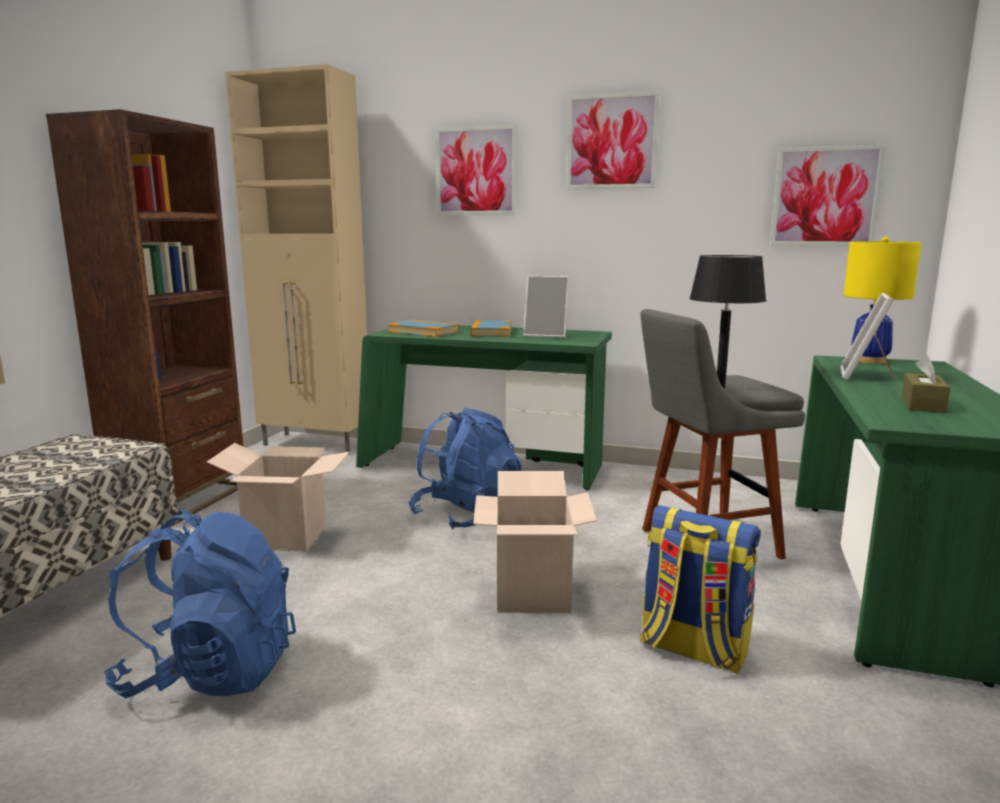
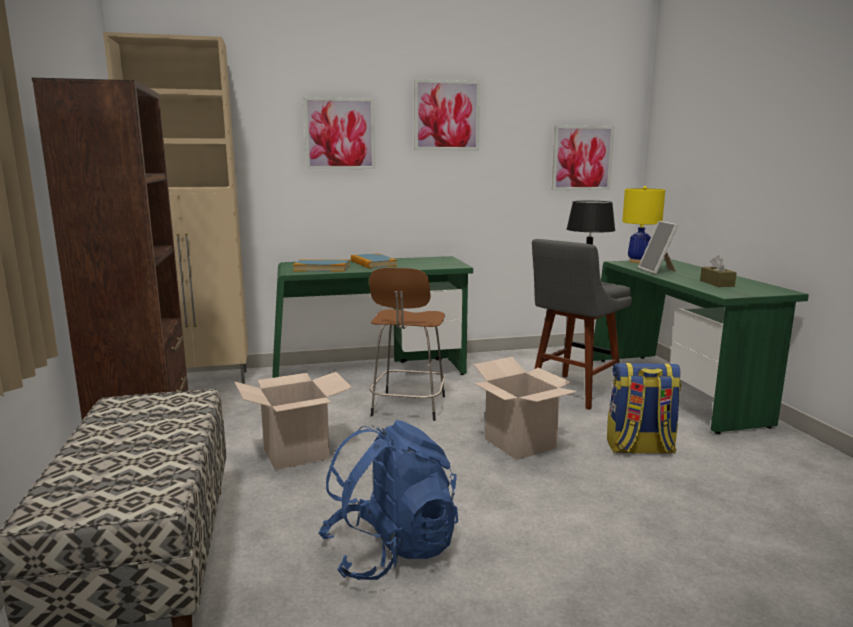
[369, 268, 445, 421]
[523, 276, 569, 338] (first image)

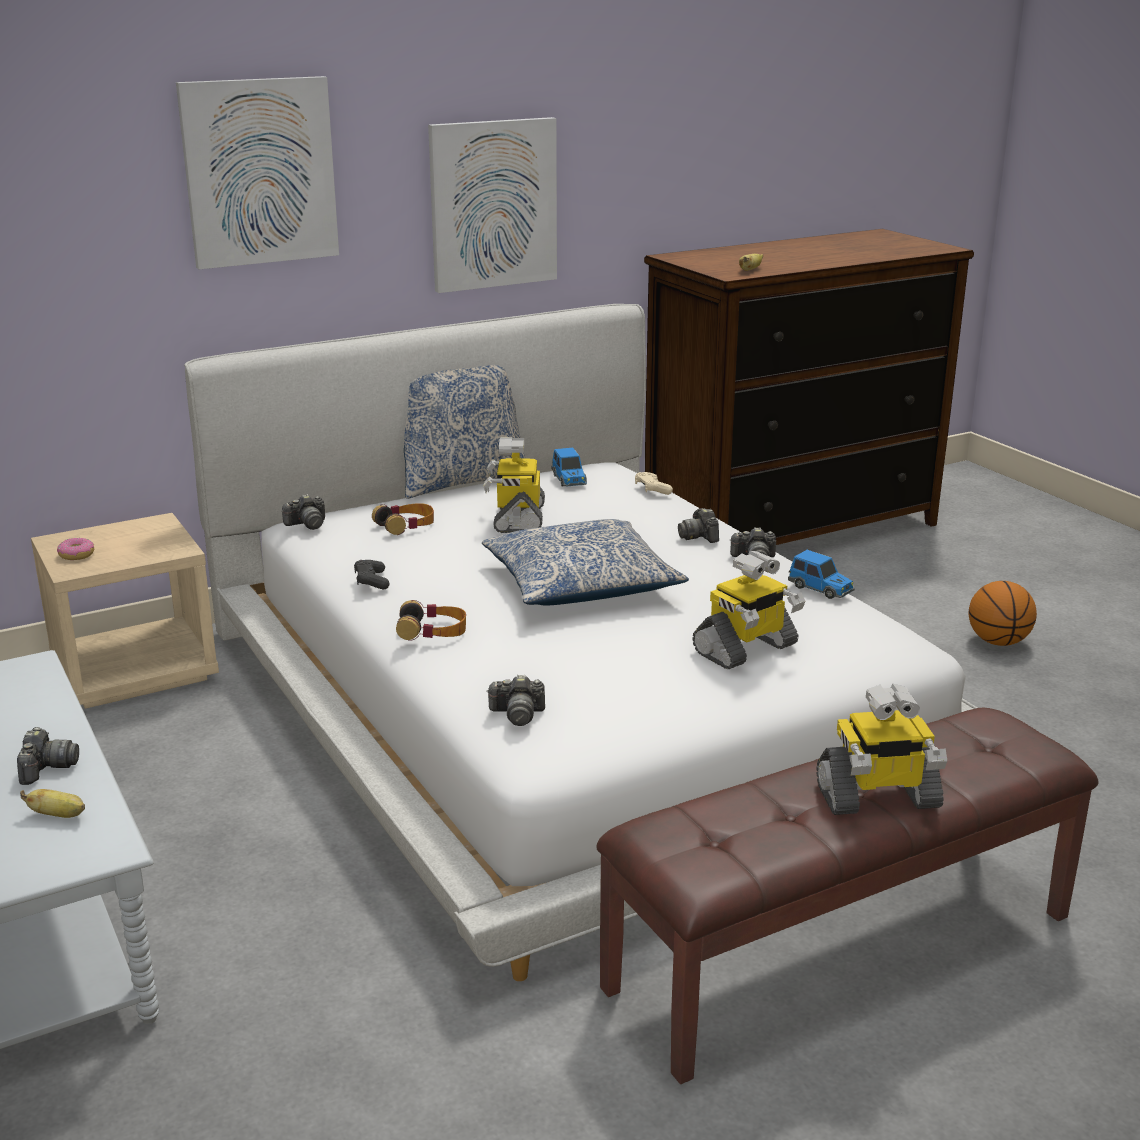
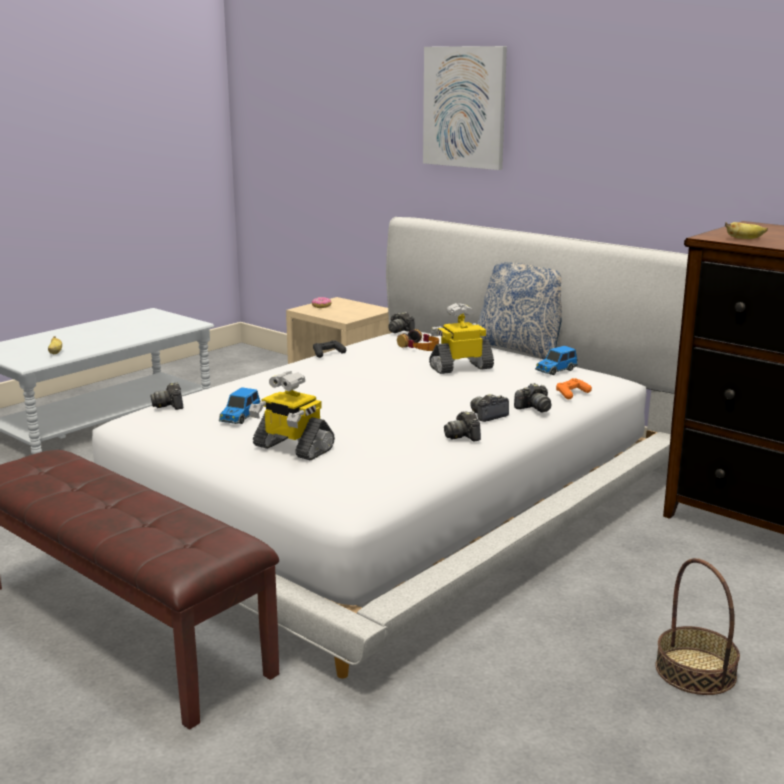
[514, 383, 551, 412]
[396, 600, 466, 641] (first image)
[428, 117, 557, 293] (first image)
[482, 519, 689, 605] (first image)
[556, 378, 592, 400]
[219, 387, 261, 424]
[816, 684, 947, 815] (first image)
[655, 558, 740, 695]

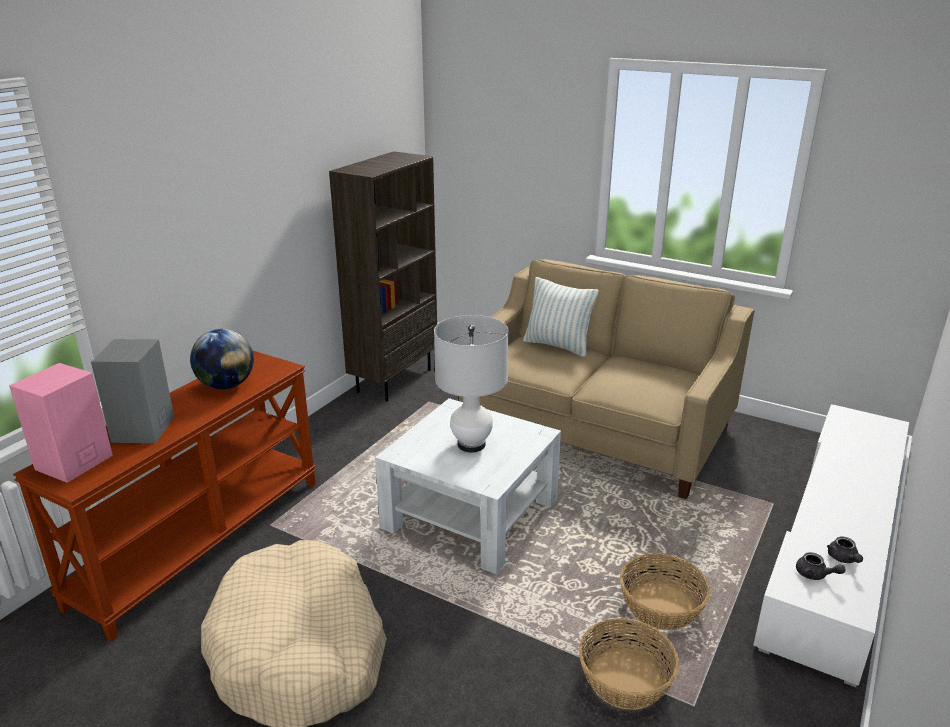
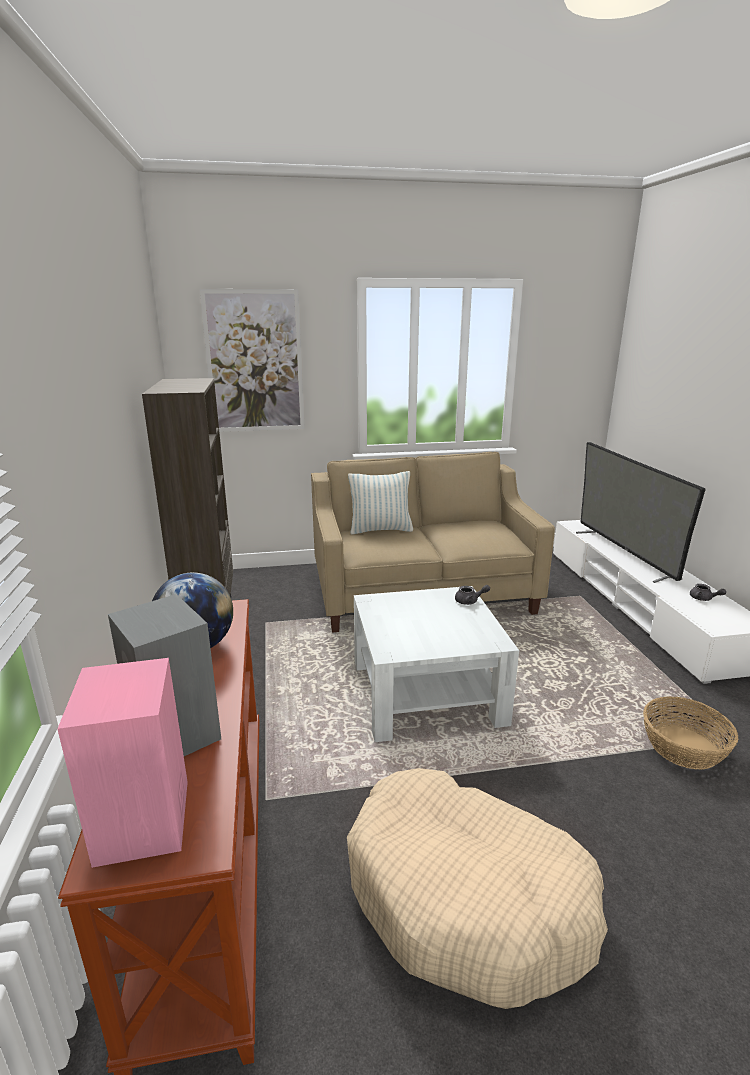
[434, 315, 509, 452] (first image)
[620, 553, 711, 630] (first image)
[455, 585, 490, 605]
[199, 289, 305, 432]
[576, 442, 706, 583]

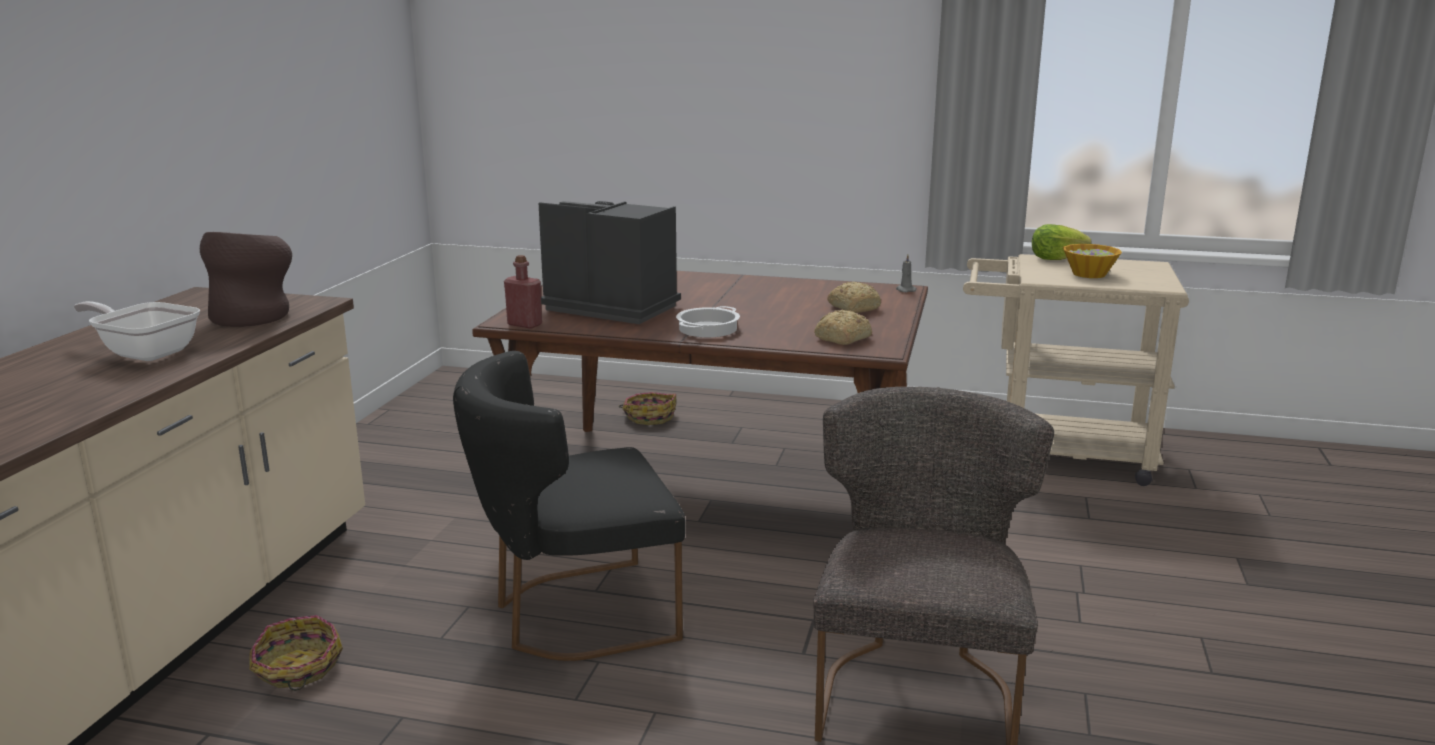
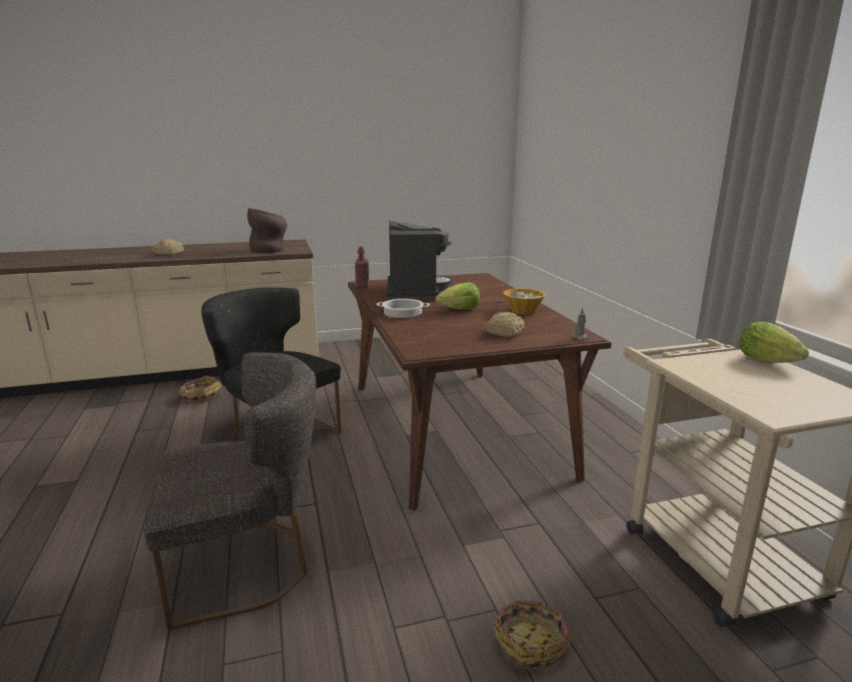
[73, 301, 200, 361] (first image)
[493, 600, 572, 670]
[152, 239, 184, 255]
[503, 288, 545, 315]
[436, 283, 480, 309]

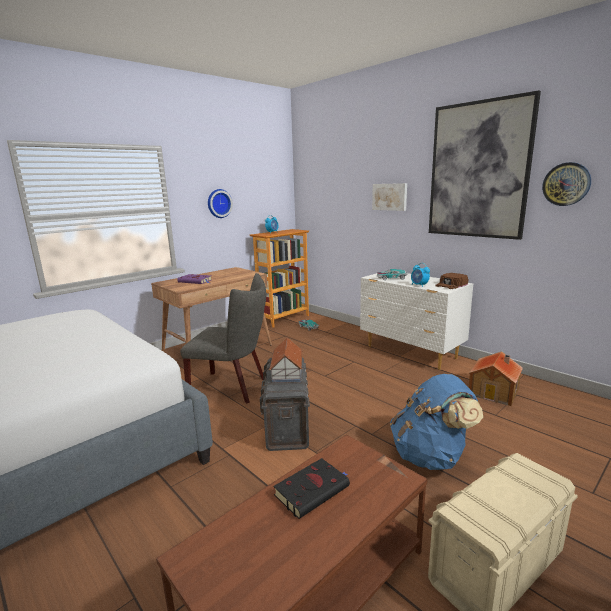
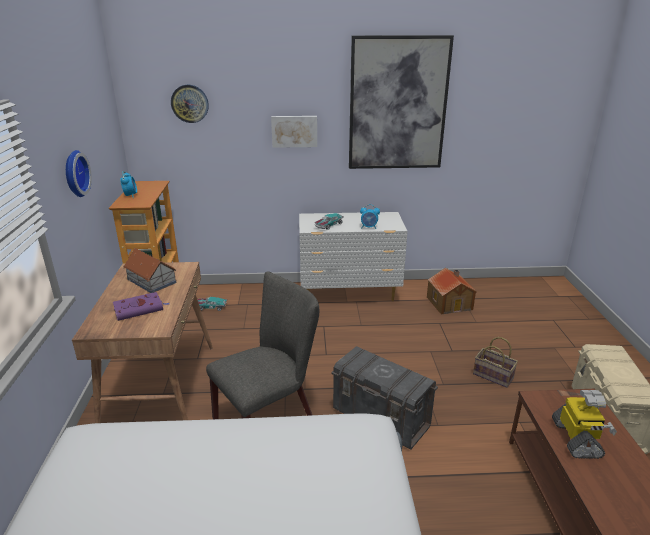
[123, 248, 177, 293]
[552, 390, 617, 459]
[473, 337, 518, 388]
[435, 273, 468, 289] (first image)
[171, 85, 209, 123]

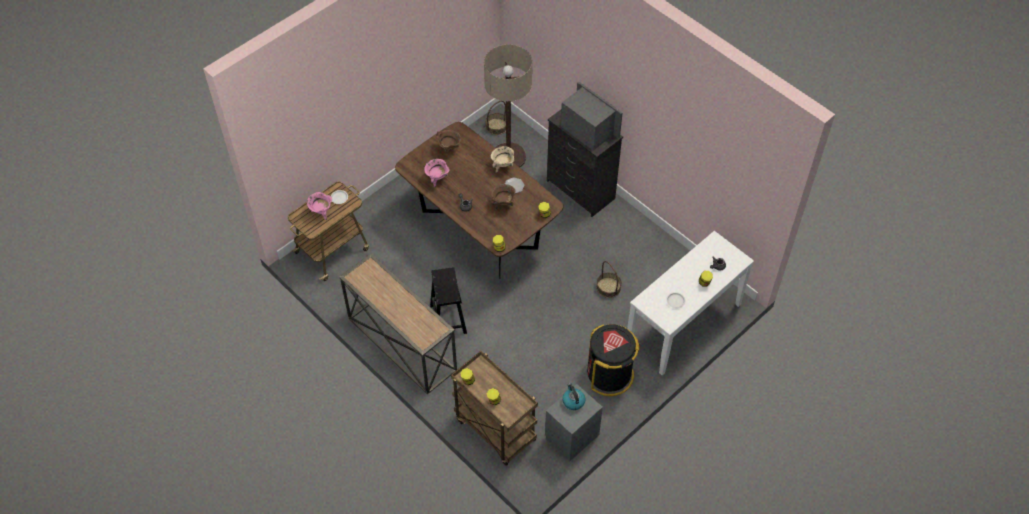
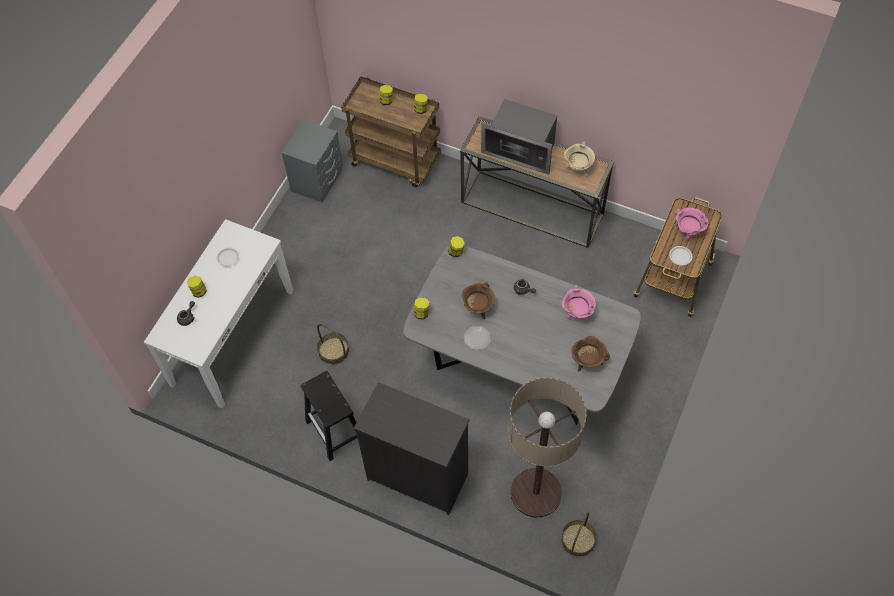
[403, 245, 641, 425]
[301, 371, 357, 461]
[564, 142, 595, 177]
[481, 99, 557, 175]
[562, 383, 585, 410] (first image)
[587, 324, 640, 396] (first image)

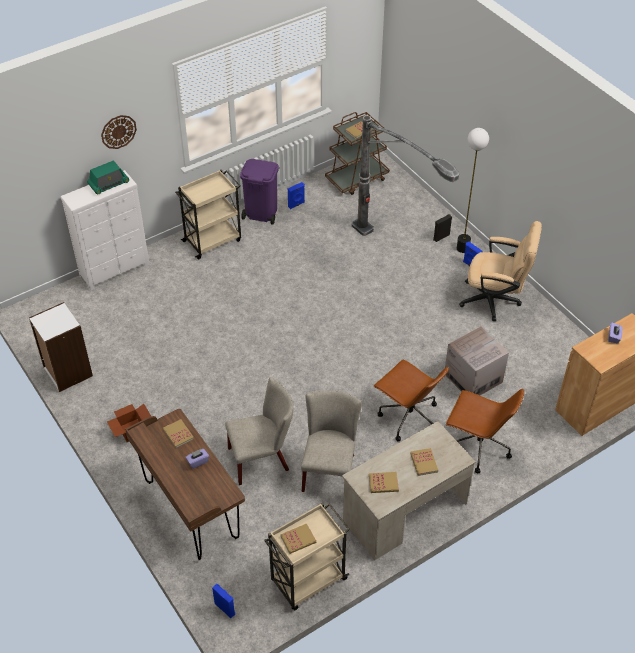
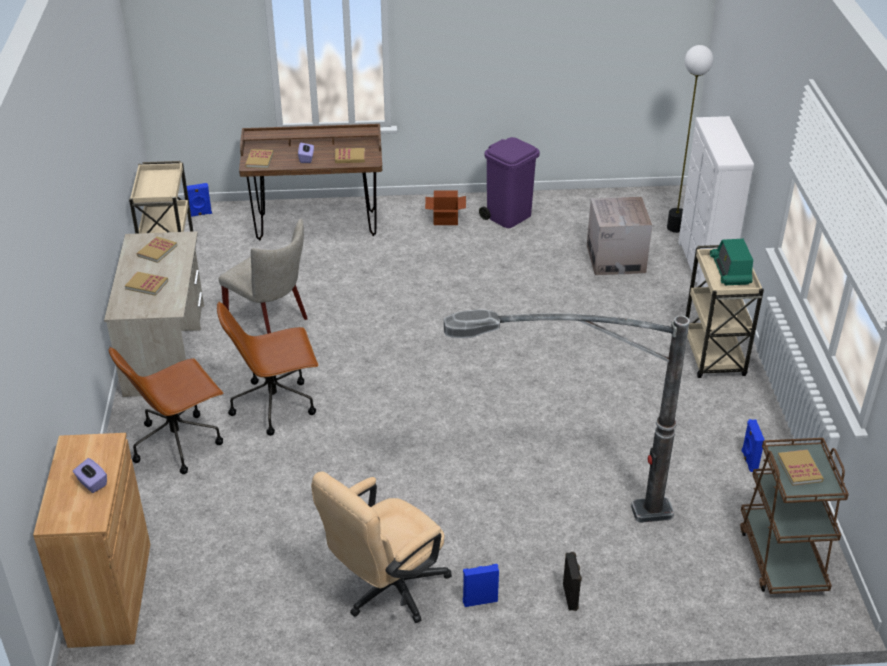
[29, 302, 93, 392] (first image)
[710, 239, 753, 285]
[101, 115, 137, 149] (first image)
[225, 377, 293, 485] (first image)
[479, 137, 540, 228]
[245, 149, 274, 168]
[587, 197, 652, 275]
[667, 45, 713, 233]

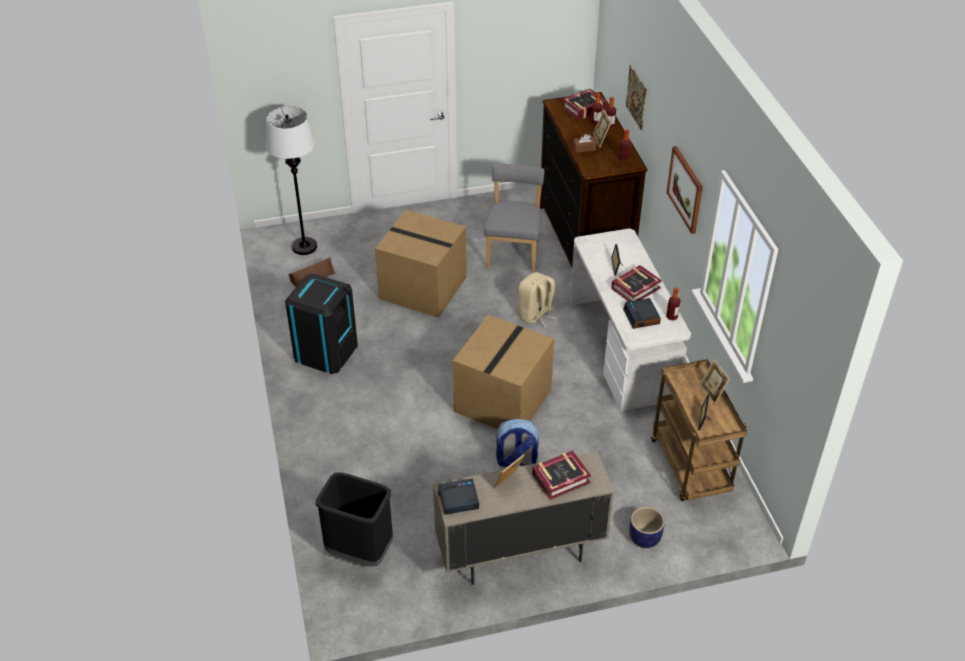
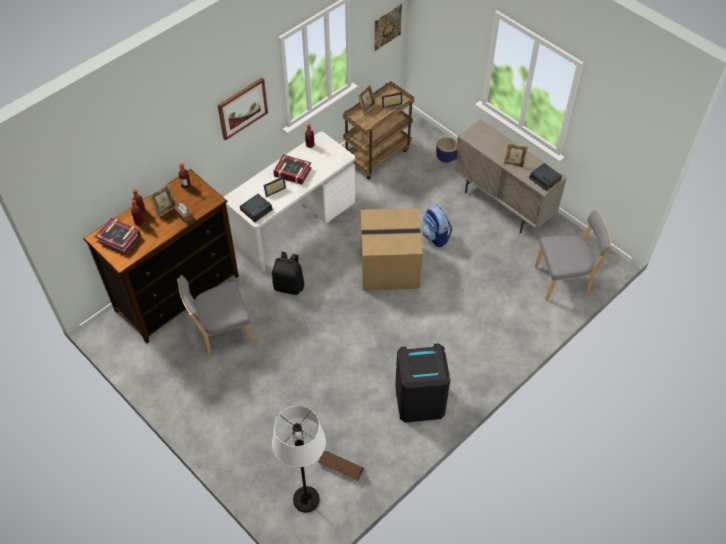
[534, 210, 612, 300]
[375, 210, 467, 318] (first image)
[272, 252, 304, 295]
[532, 451, 591, 500] (first image)
[240, 194, 273, 222]
[374, 4, 402, 51]

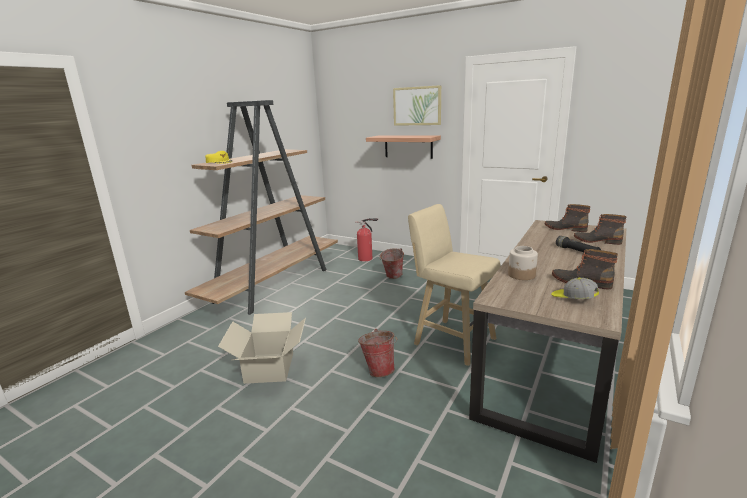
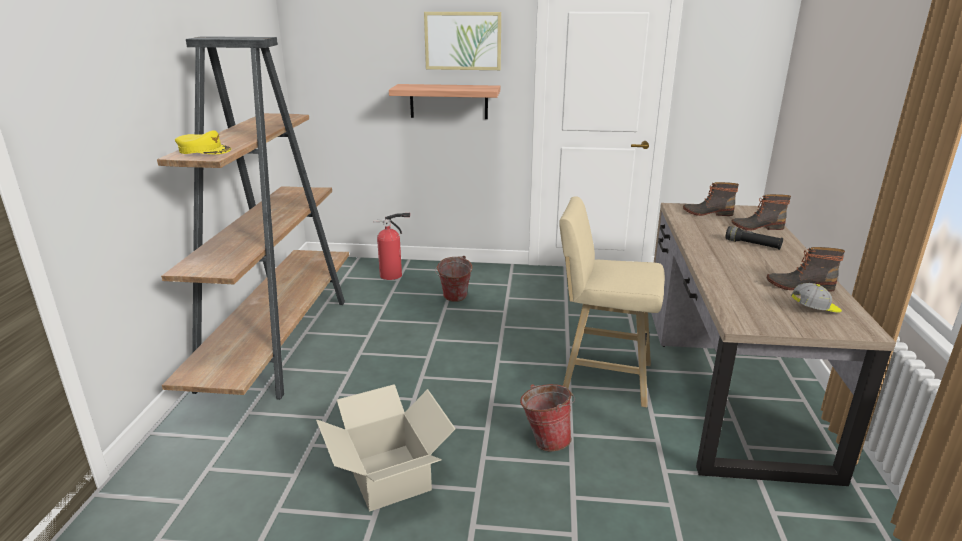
[508, 246, 538, 280] (first image)
[791, 283, 842, 313]

